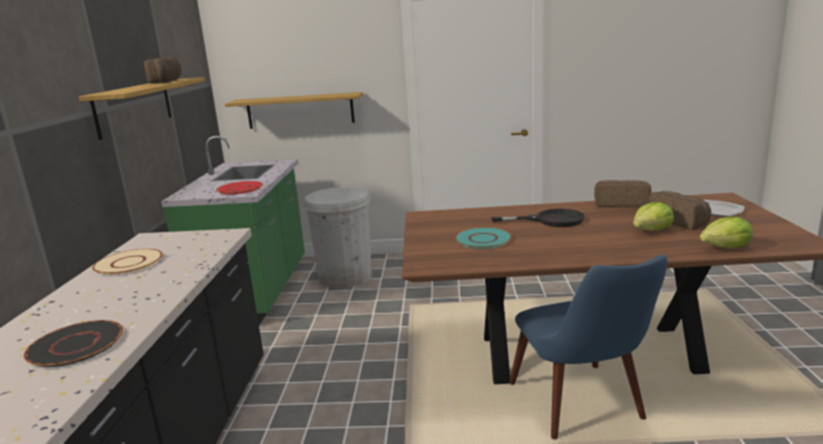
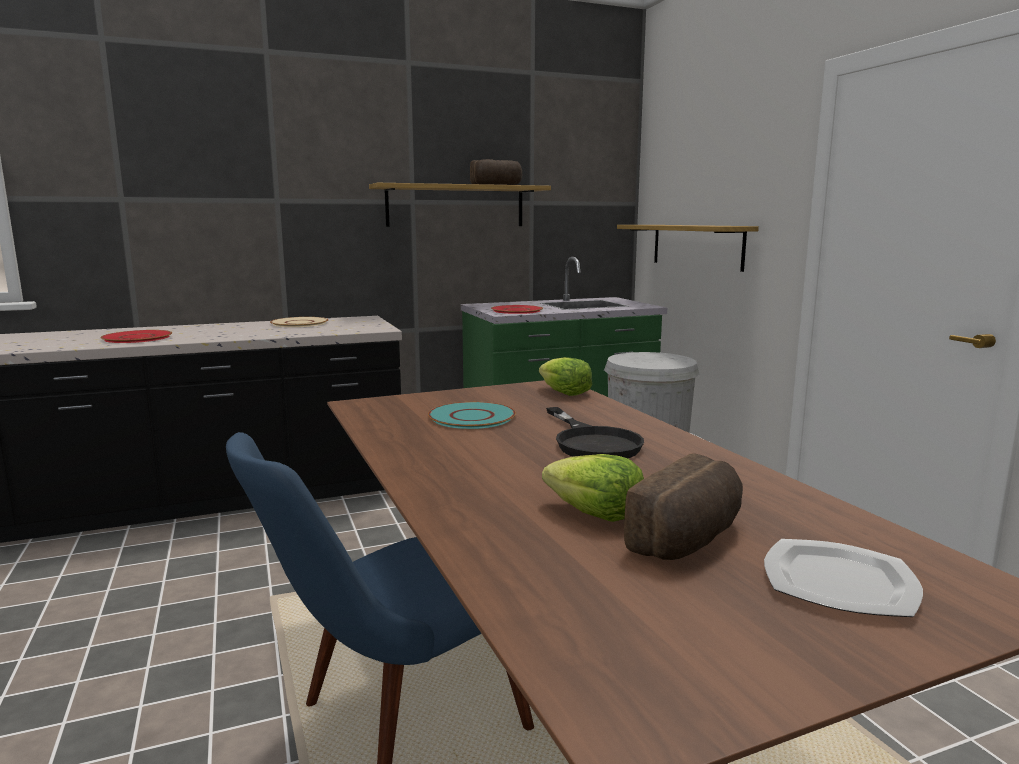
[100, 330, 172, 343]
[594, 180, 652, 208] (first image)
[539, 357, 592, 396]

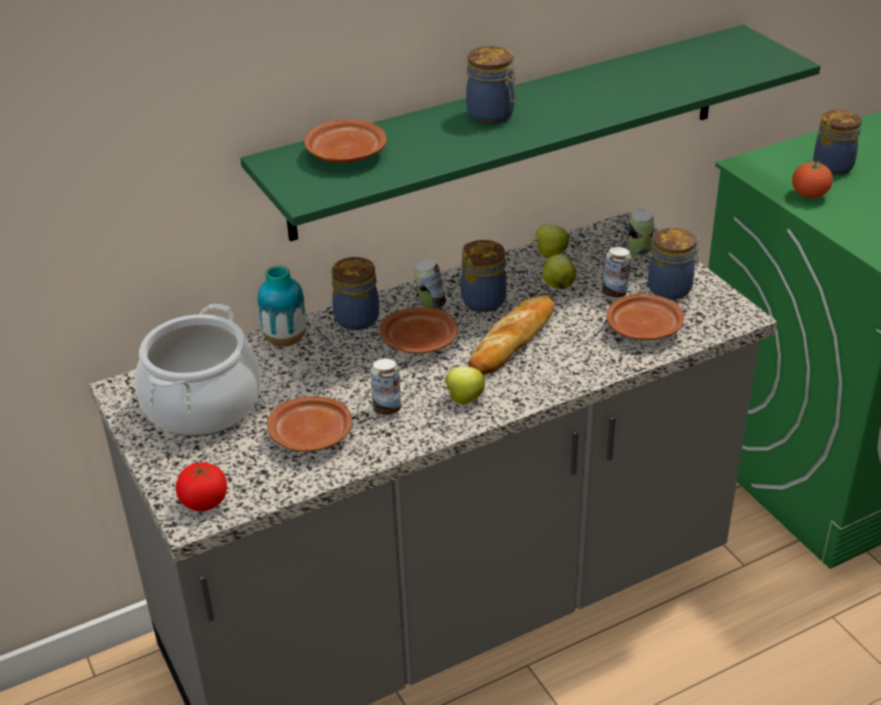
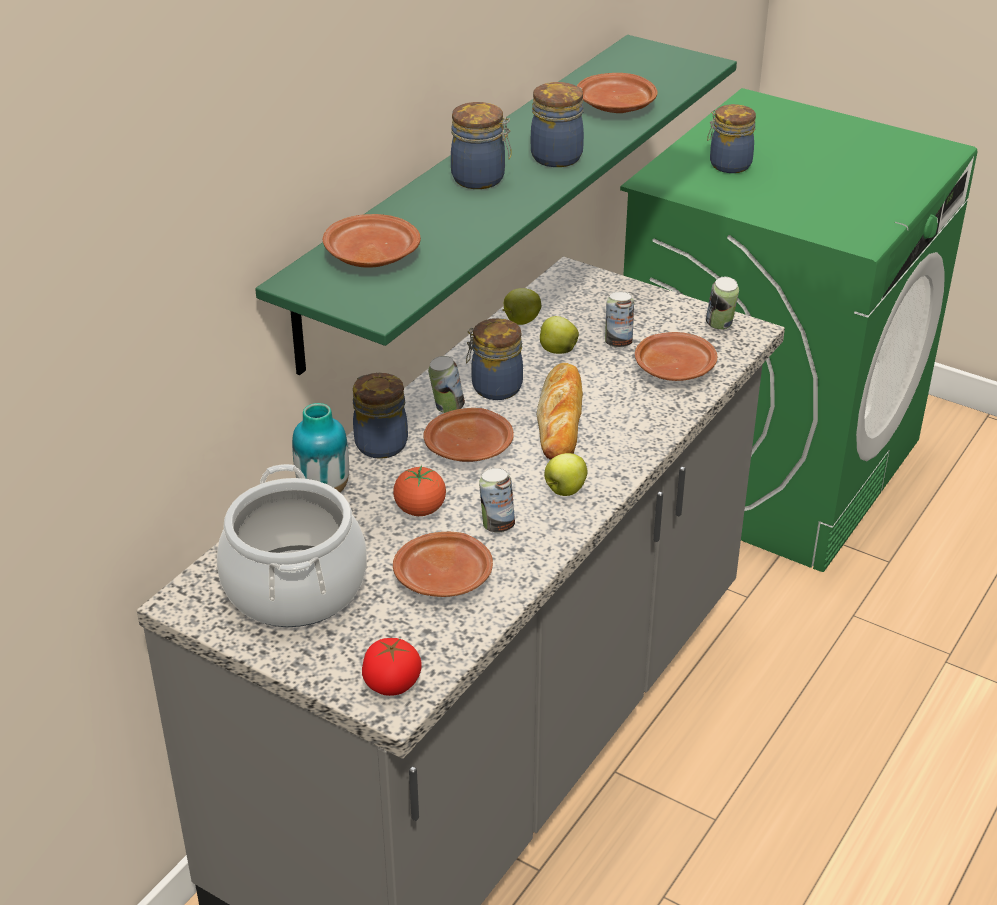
[706, 277, 739, 330]
[531, 82, 584, 167]
[393, 465, 446, 516]
[577, 73, 658, 113]

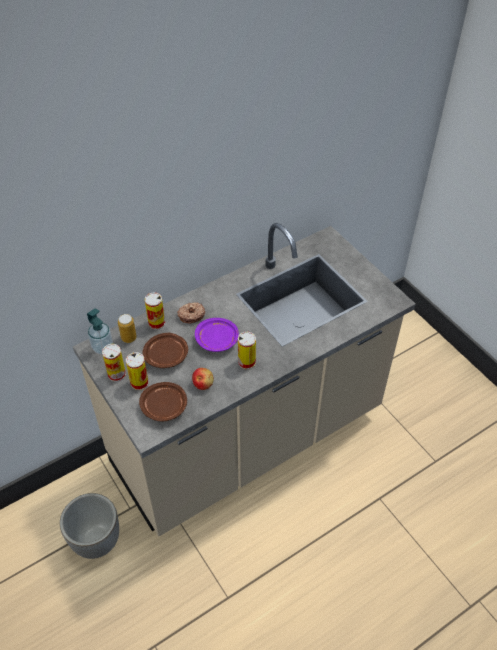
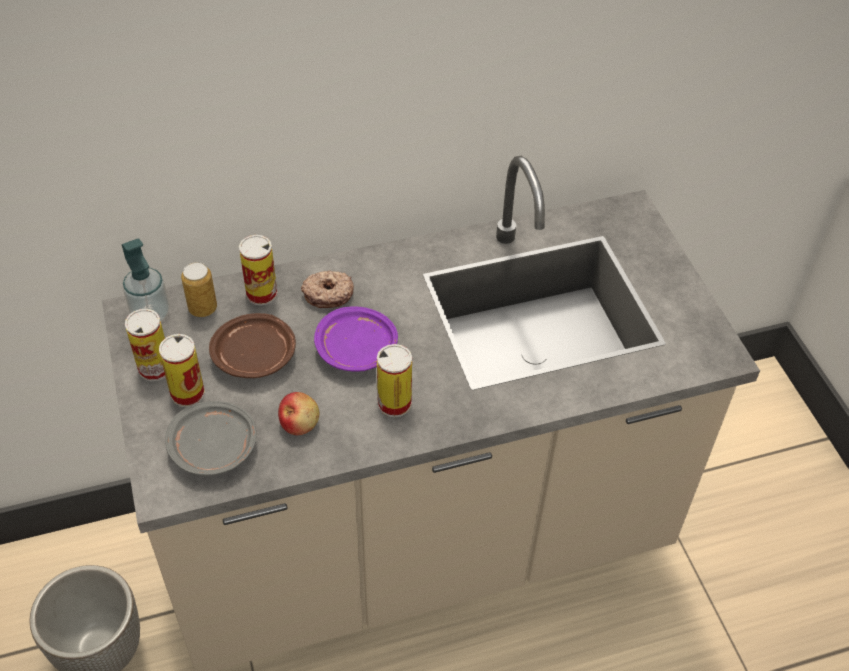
[165, 401, 256, 476]

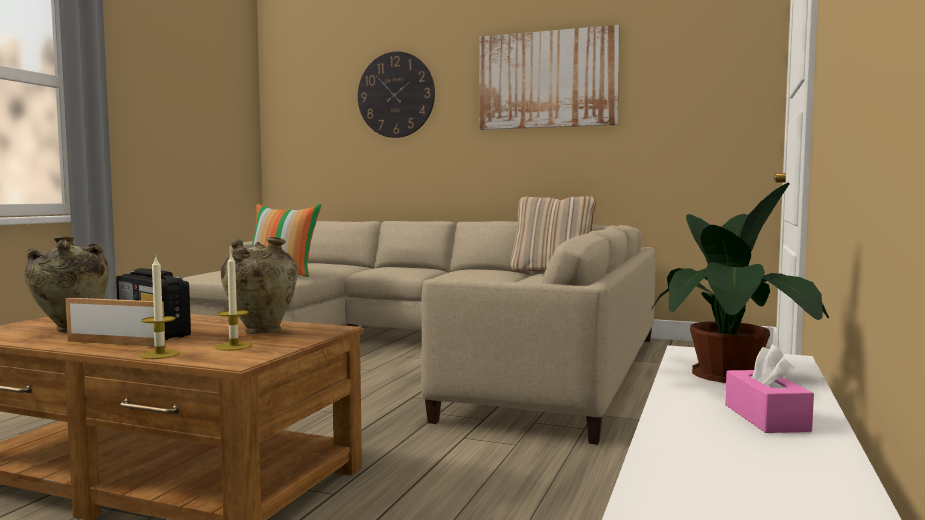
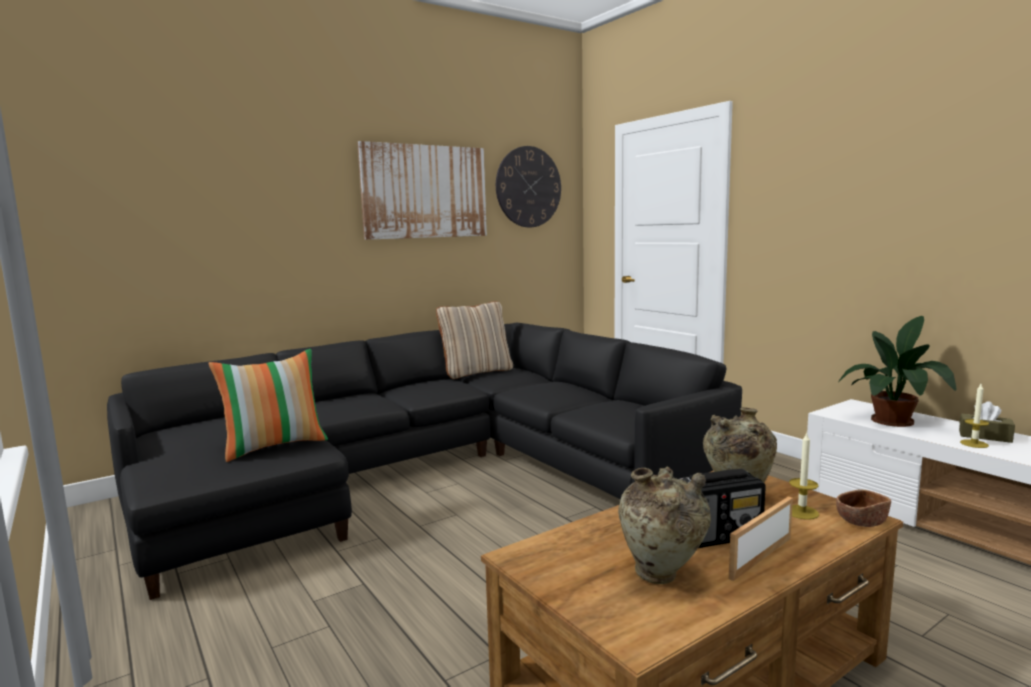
[960, 384, 989, 448]
[107, 323, 742, 600]
[496, 146, 561, 228]
[959, 401, 1015, 443]
[836, 489, 891, 527]

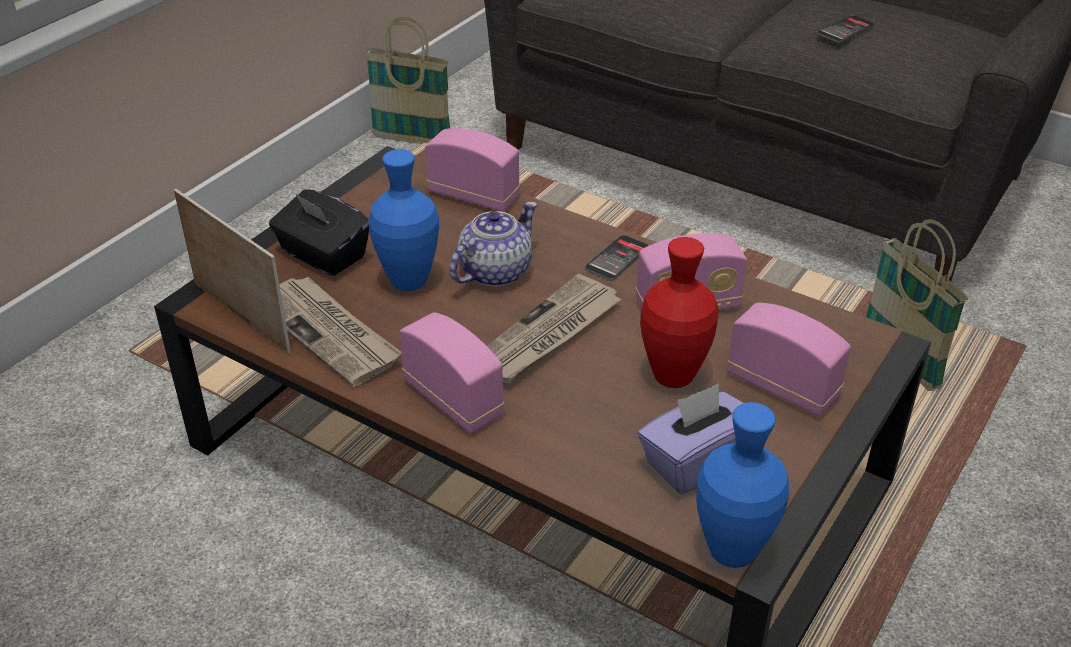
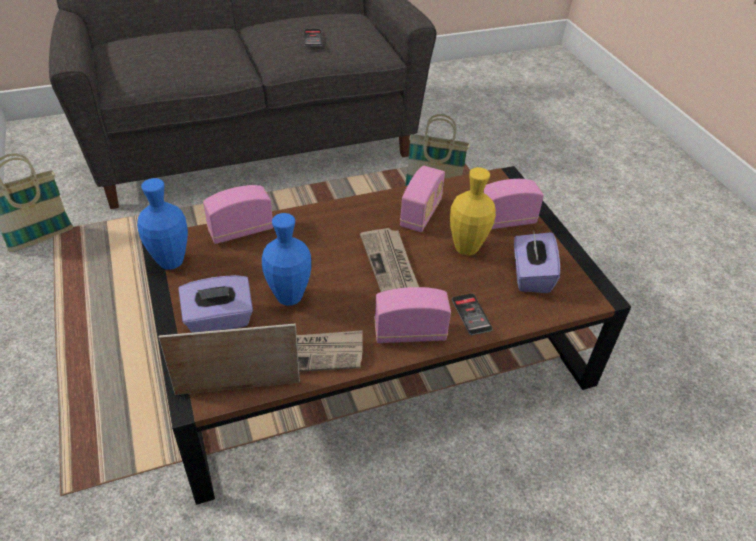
[179, 275, 253, 333]
[449, 202, 537, 287] (first image)
[452, 294, 493, 335]
[450, 167, 496, 256]
[137, 178, 188, 270]

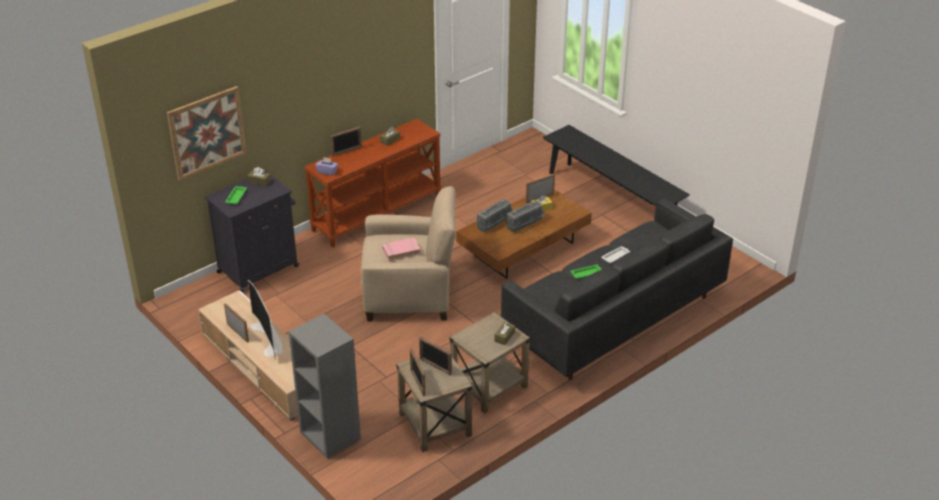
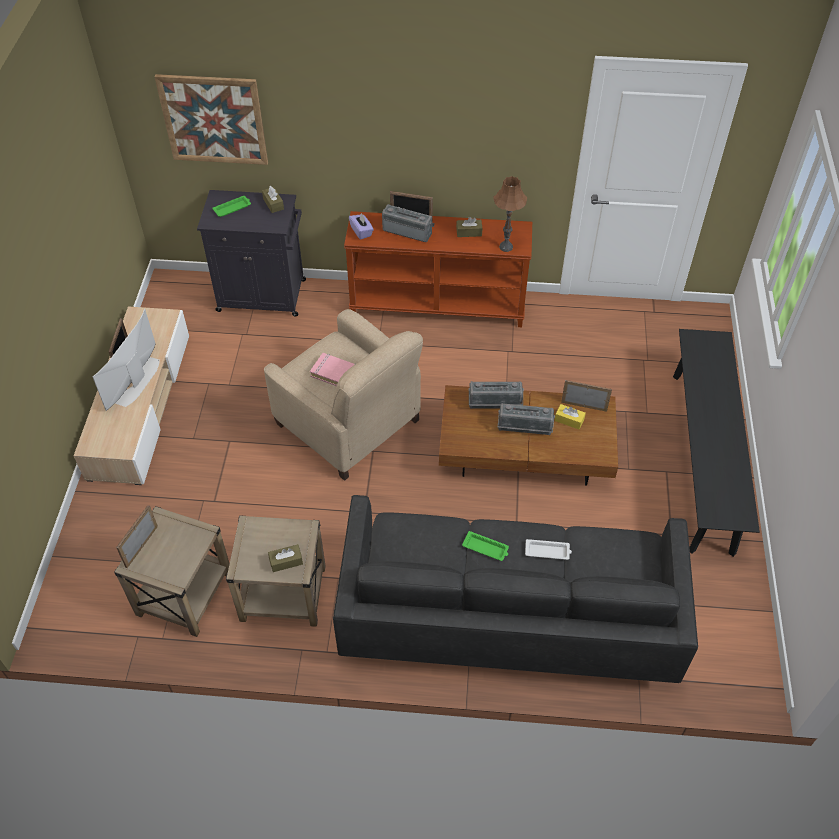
[289, 314, 361, 459] (first image)
[419, 337, 452, 375] (first image)
[382, 204, 435, 242]
[494, 176, 527, 252]

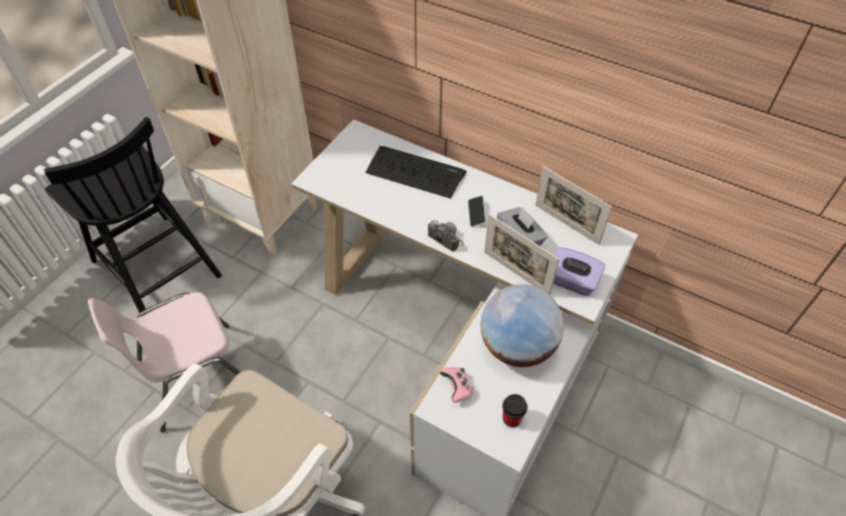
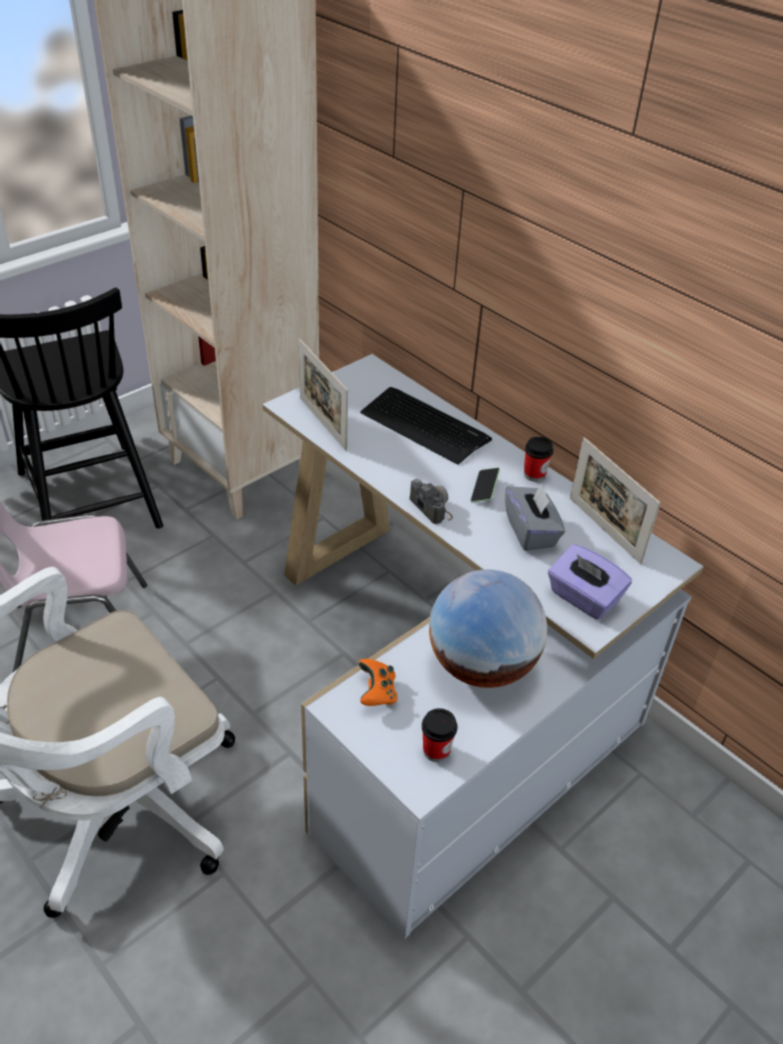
[358, 659, 398, 706]
[299, 339, 348, 451]
[524, 436, 554, 482]

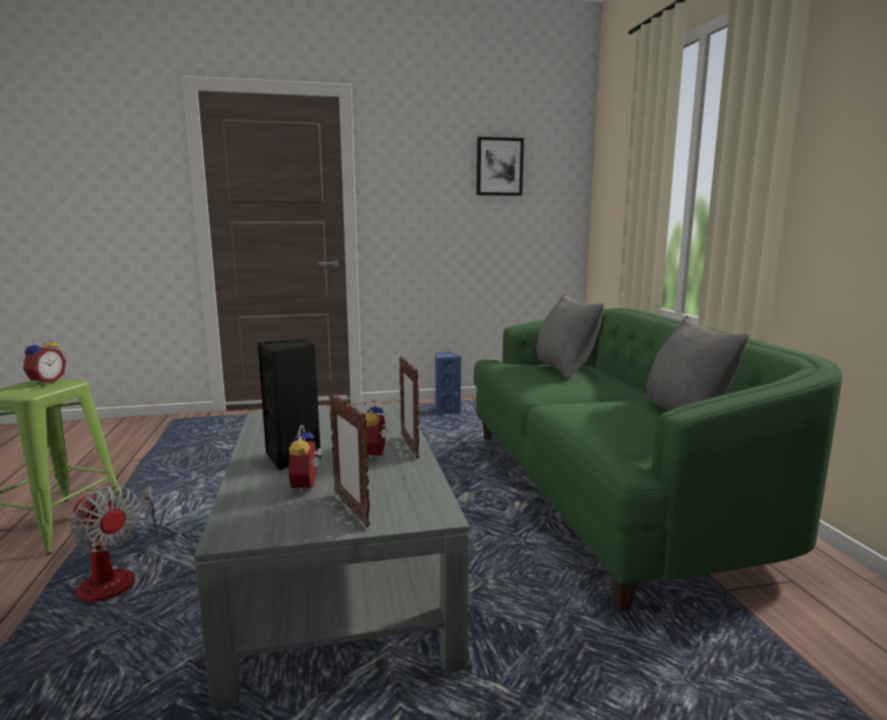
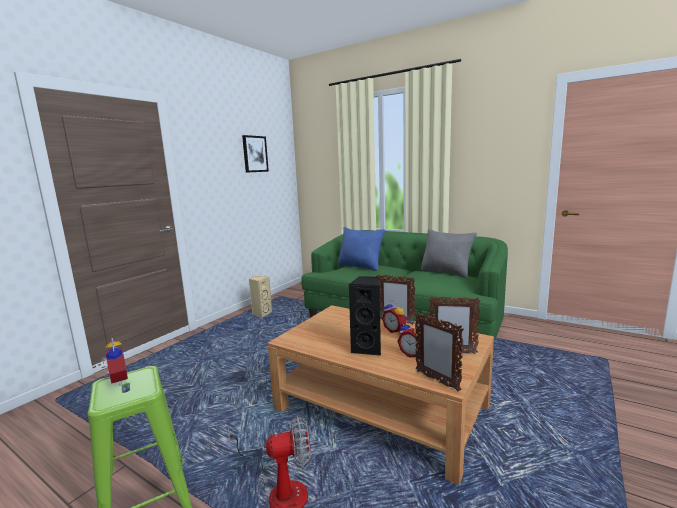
[268, 305, 494, 485]
[249, 276, 272, 318]
[338, 227, 385, 271]
[415, 312, 464, 391]

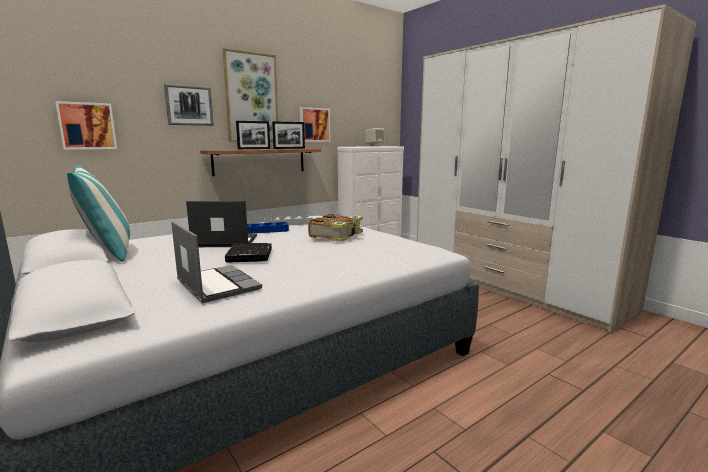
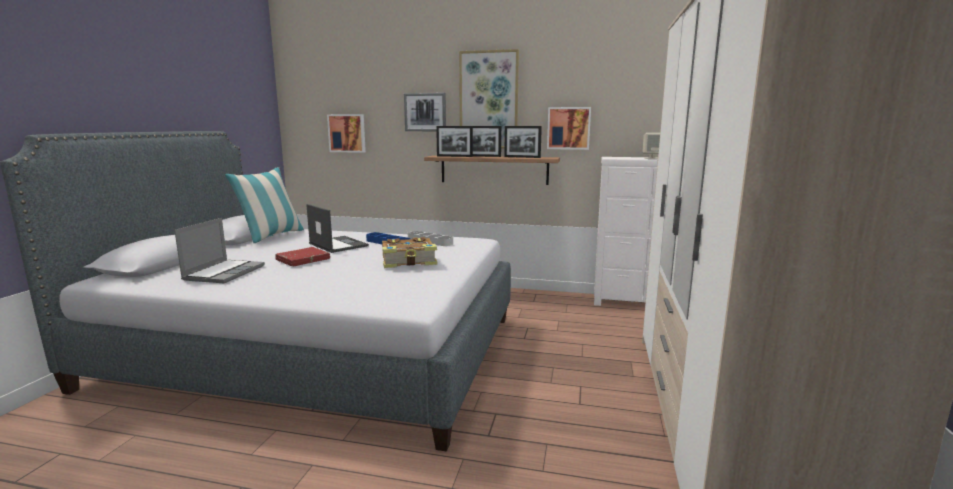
[275, 247, 330, 266]
[436, 126, 473, 157]

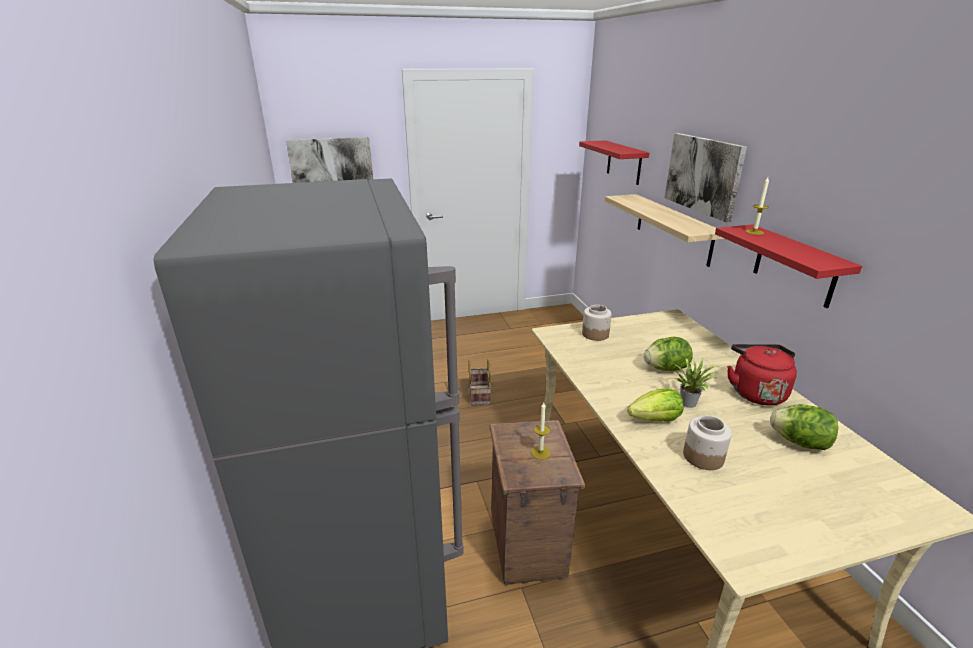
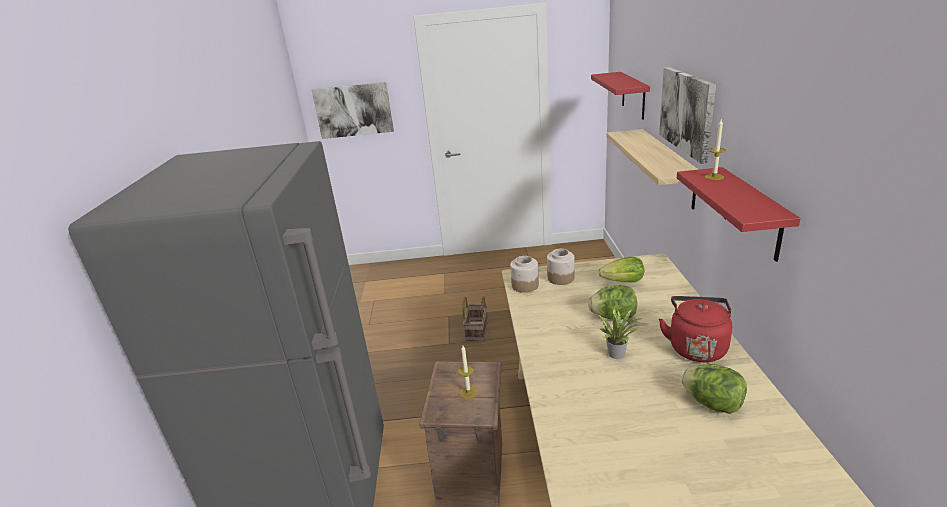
[599, 257, 644, 282]
[510, 256, 539, 293]

